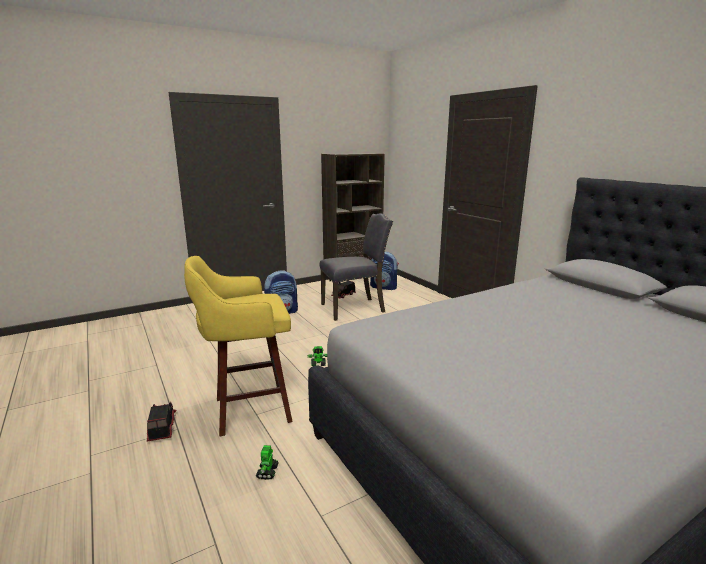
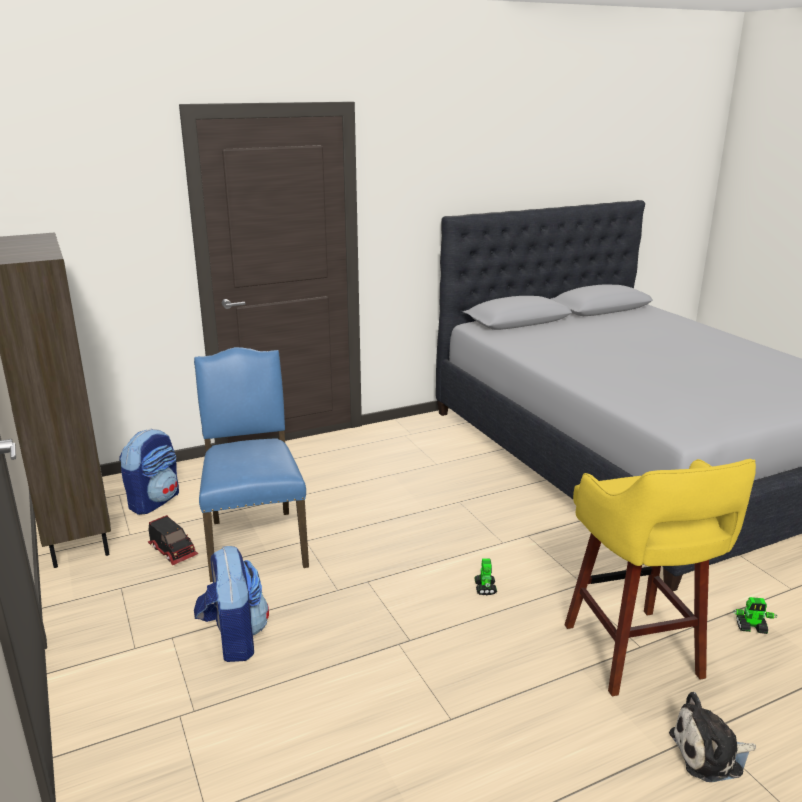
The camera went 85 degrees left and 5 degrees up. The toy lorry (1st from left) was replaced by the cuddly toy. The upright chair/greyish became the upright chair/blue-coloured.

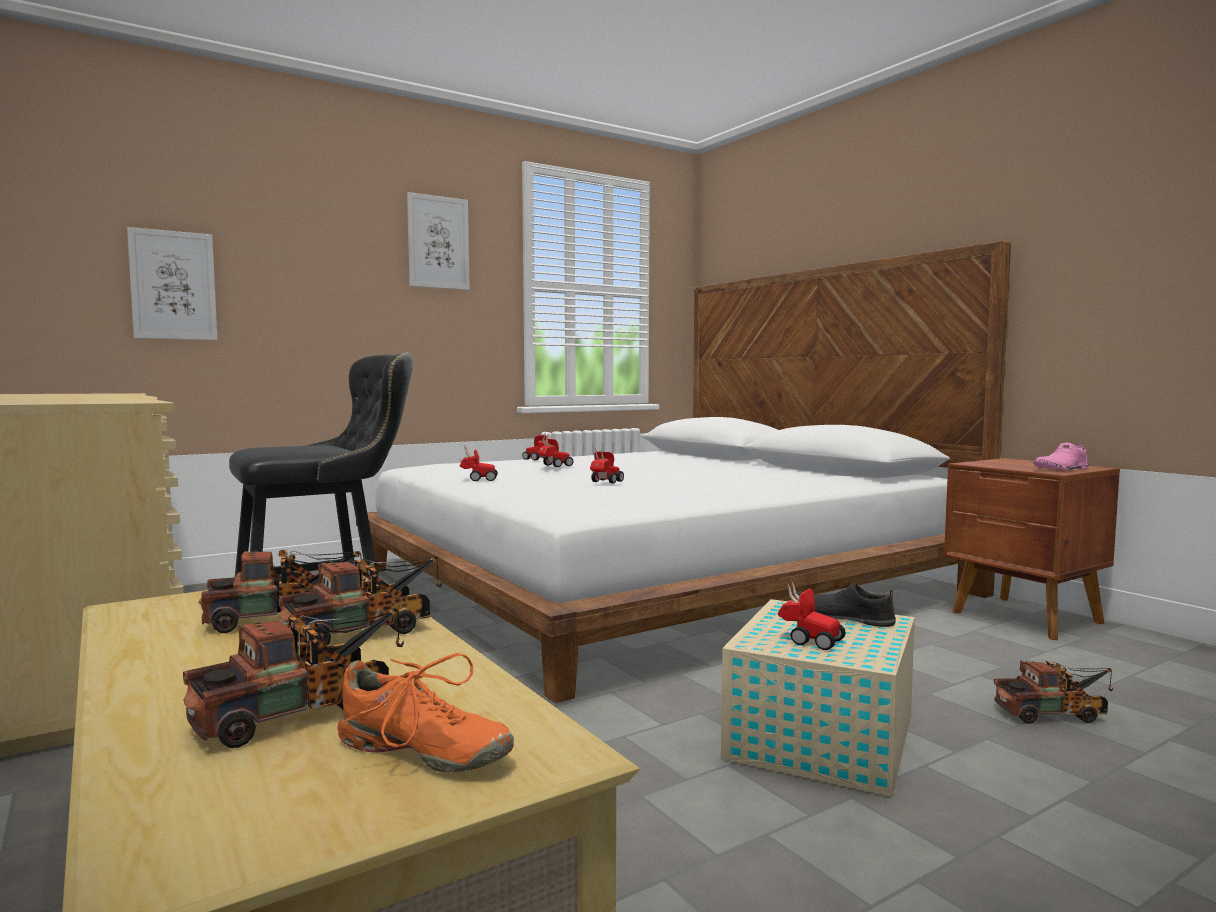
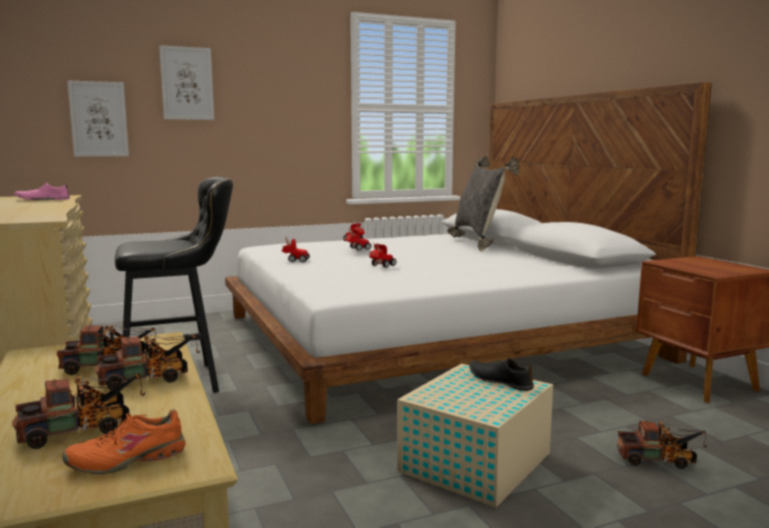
The camera went 10 degrees right and 5 degrees up. The item of footwear/orange-coloured turned 120 degrees clockwise. The wall art (2nd from left) moved. The model car (5th from left) disappeared. The item of footwear/pinkish moved. The throw pillow appeared.

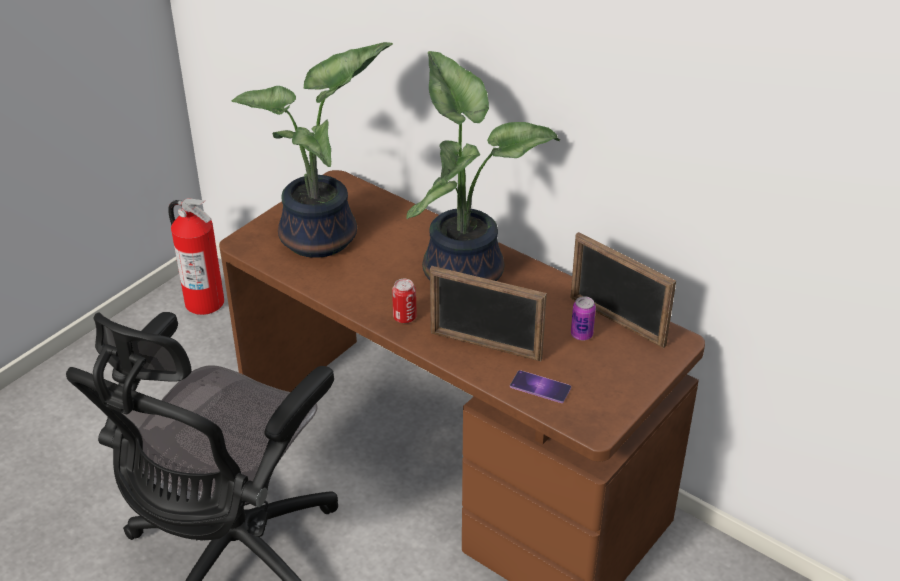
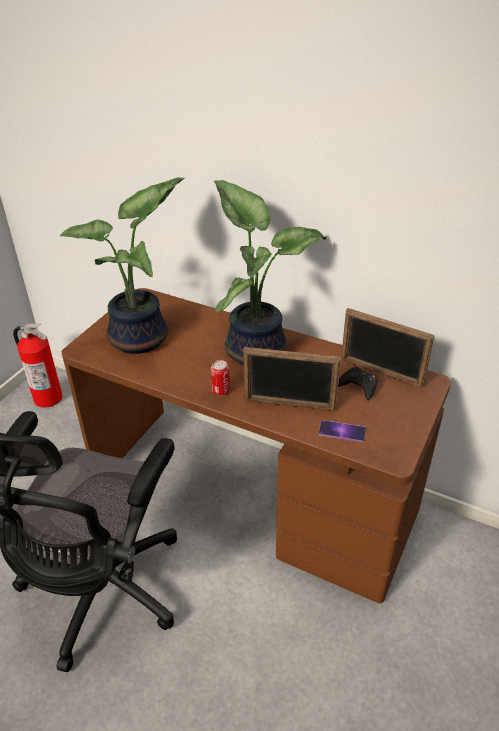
The camera went 10 degrees left and 0 degrees up. The can (2nd from left) was replaced by the game controller/black-coloured.

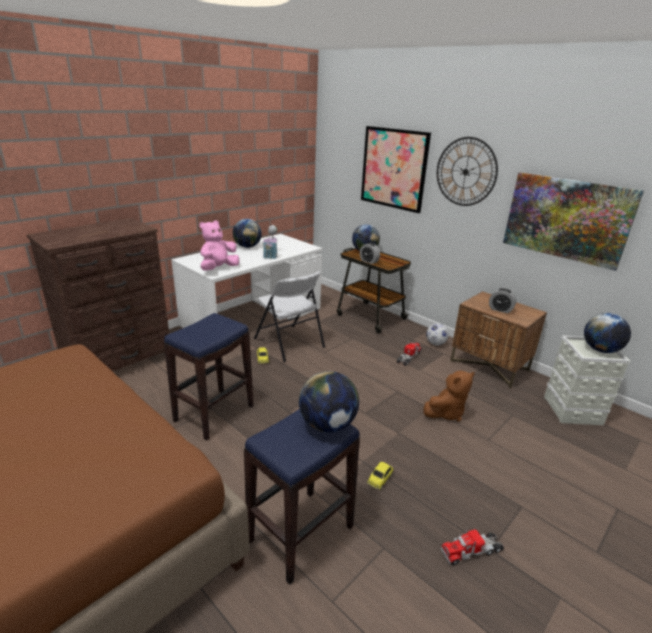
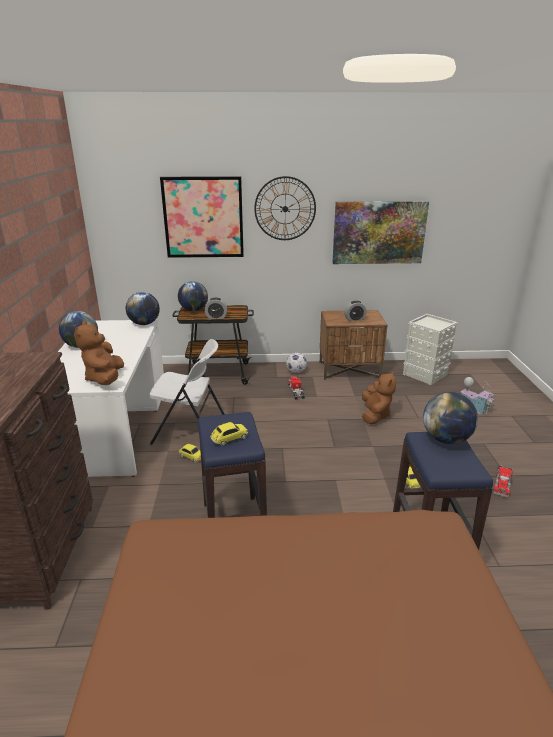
The camera went 45 degrees left and 0 degrees up. The cuddly toy/pinkish became the cuddly toy/brownish (1st from left). The model house moved. The desk globe (4th from left in the first image) moved. The model car (2nd from left) appeared.

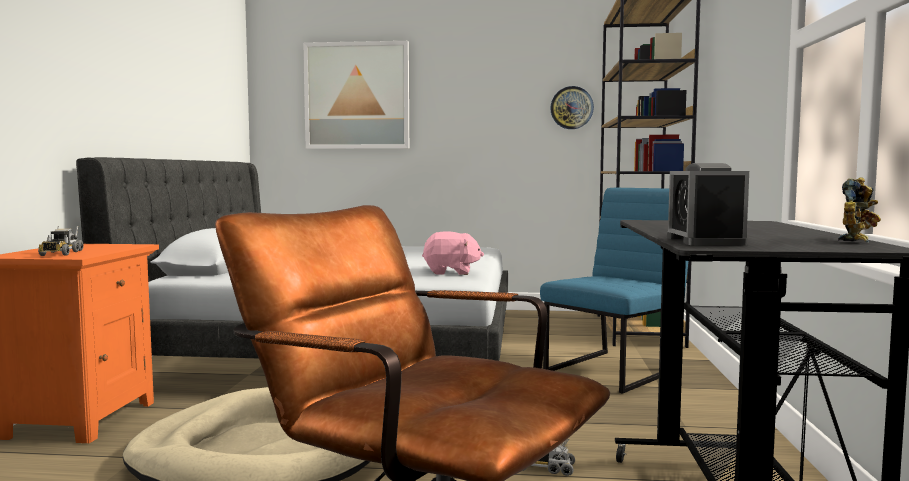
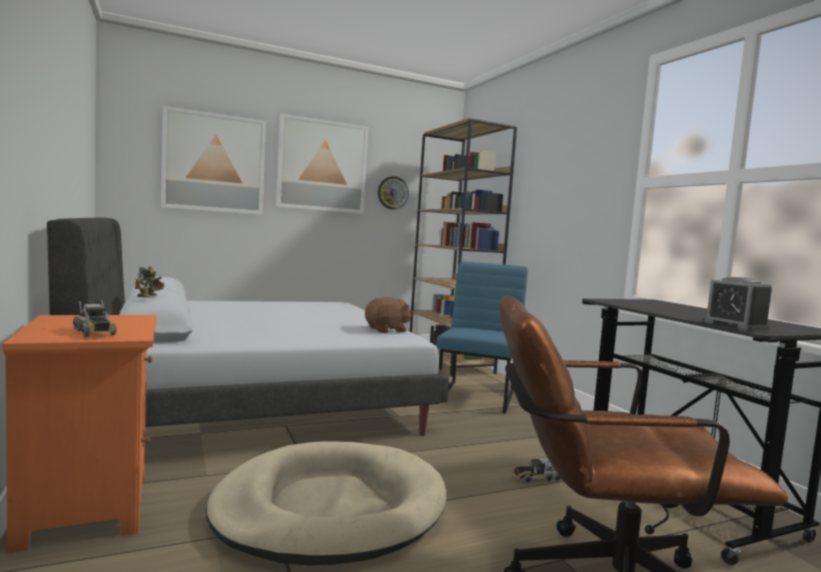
The camera went 30 degrees left and 0 degrees up. The cuddly toy/pinkish became the cuddly toy/brownish. The robot figure moved. The wall art (2nd from left) appeared.

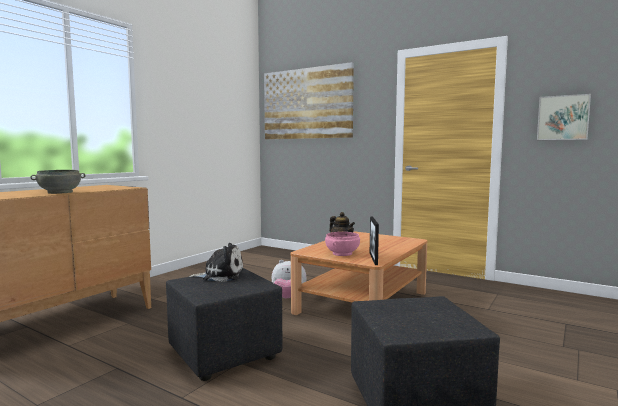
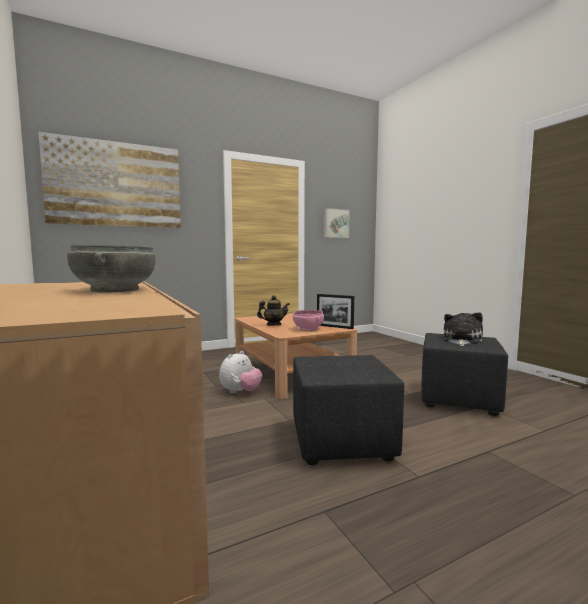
The camera went 60 degrees left and 0 degrees up. The cuddly toy (1st from left in the first image) moved.

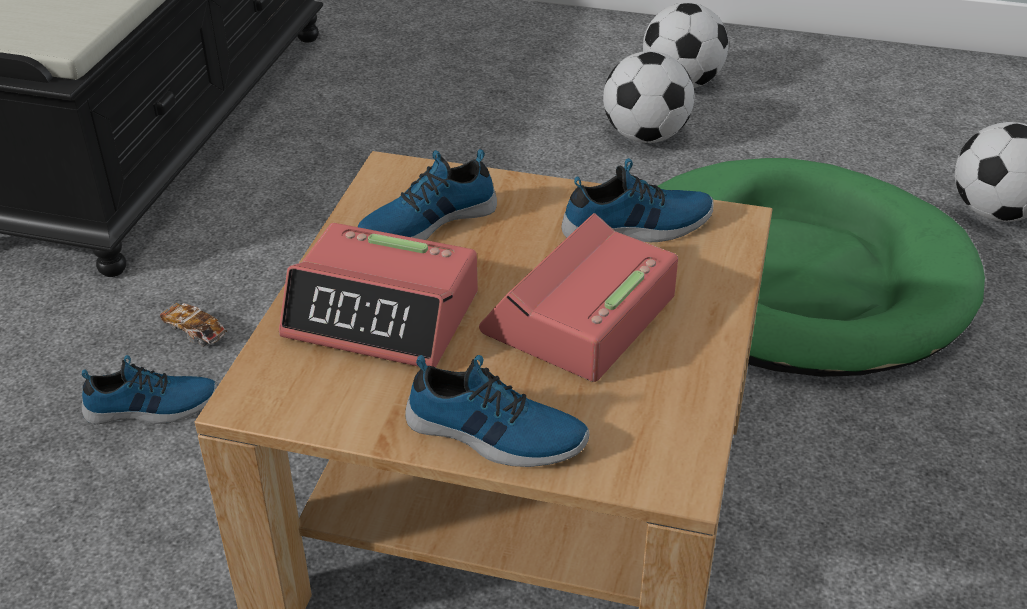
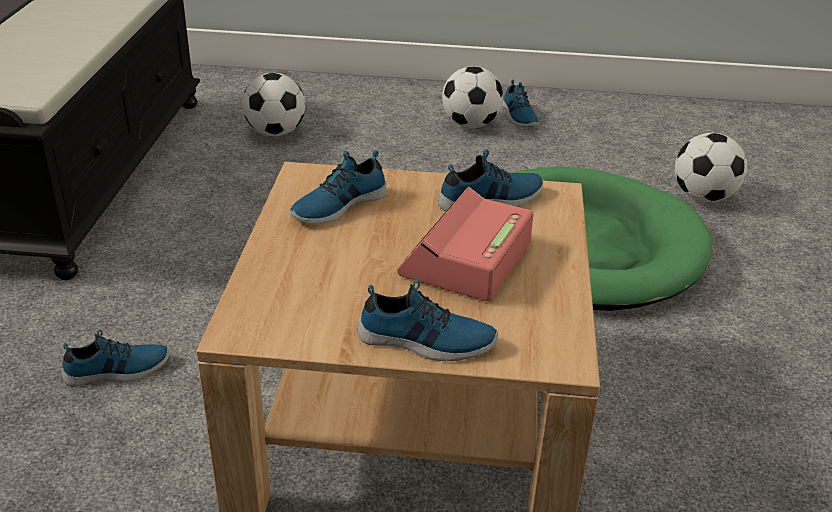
The camera went 10 degrees left and 5 degrees down. The model car disappeared. The table clock (1st from left) disappeared. The football (1st from left) moved. The item of footwear (5th from left) appeared.

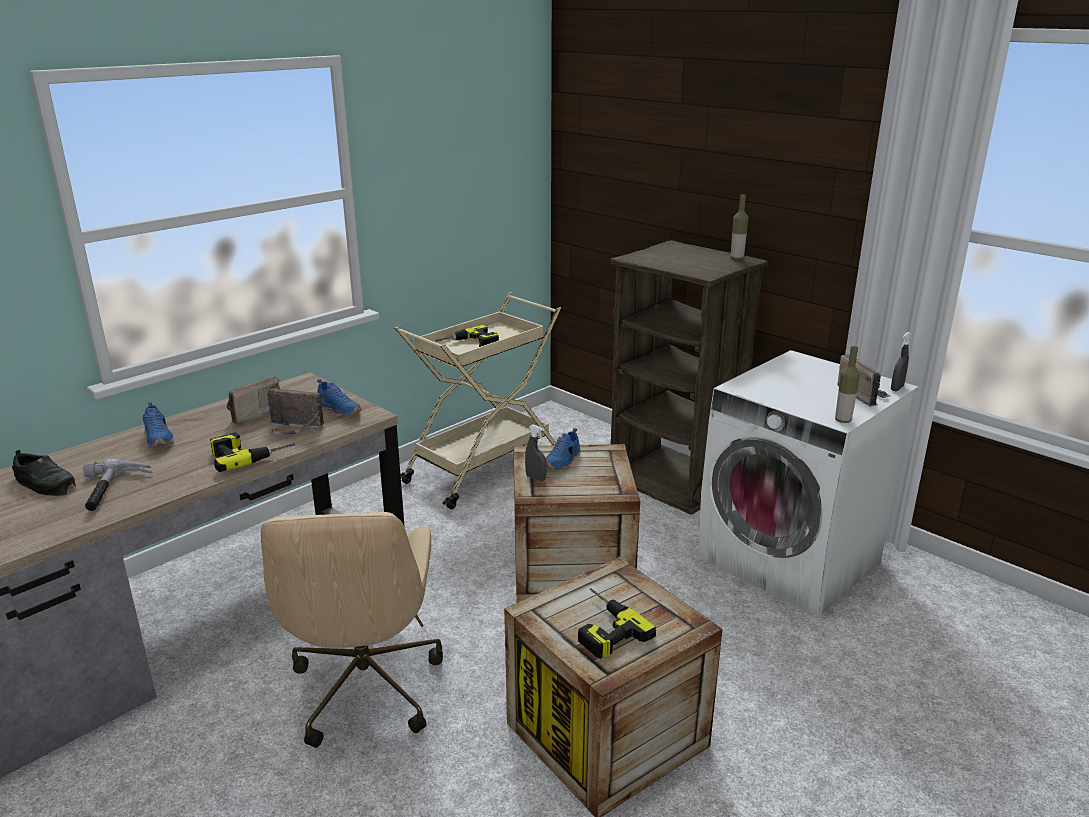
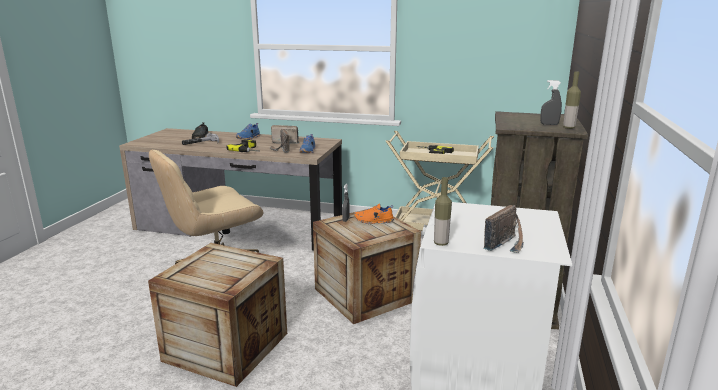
The camera went 60 degrees right and 5 degrees down. The item of footwear/blue-coloured (3rd from left) became the item of footwear/orange-coloured. The drill (3rd from left) disappeared. The sprayer/greyish (2nd from left) moved.

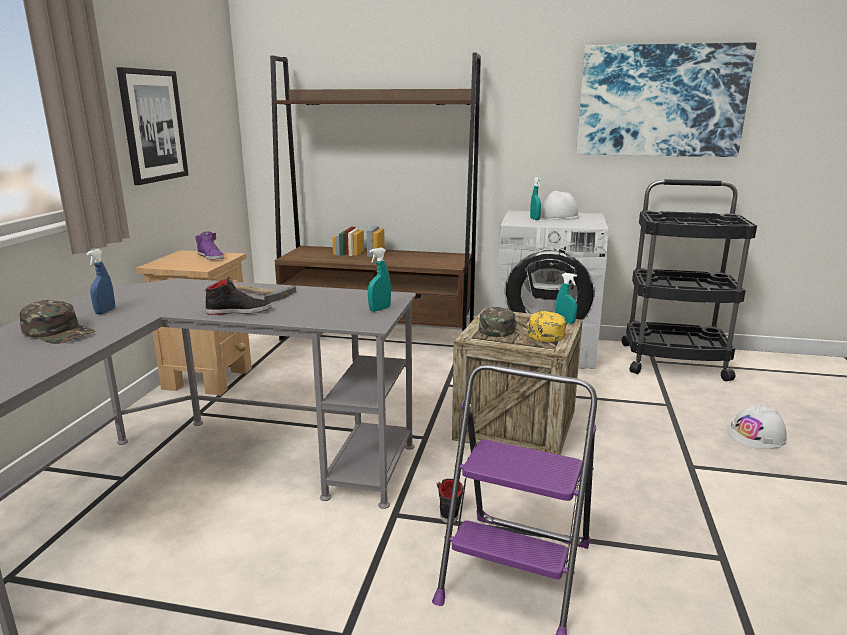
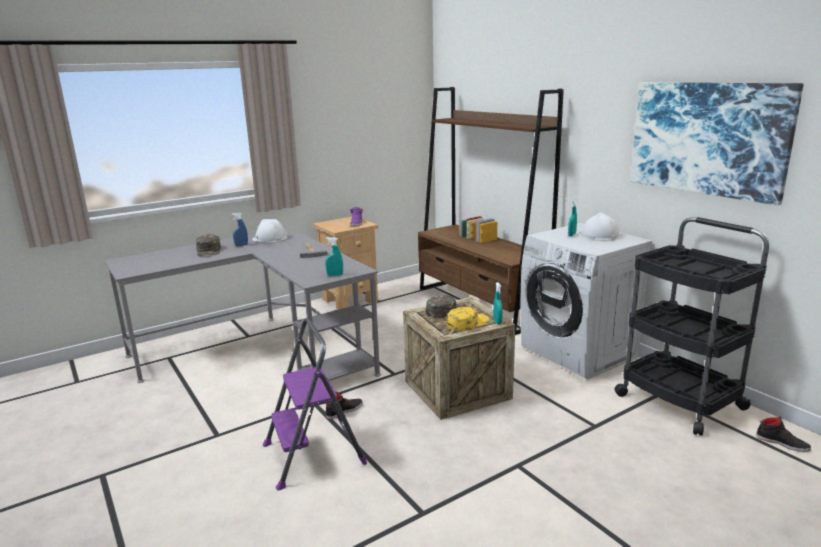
The camera went 45 degrees right and 0 degrees up. The wall art (1st from left) disappeared. The item of footwear/black-coloured (1st from left in the first image) moved. The hard hat/whitish (2nd from left in the first image) moved.

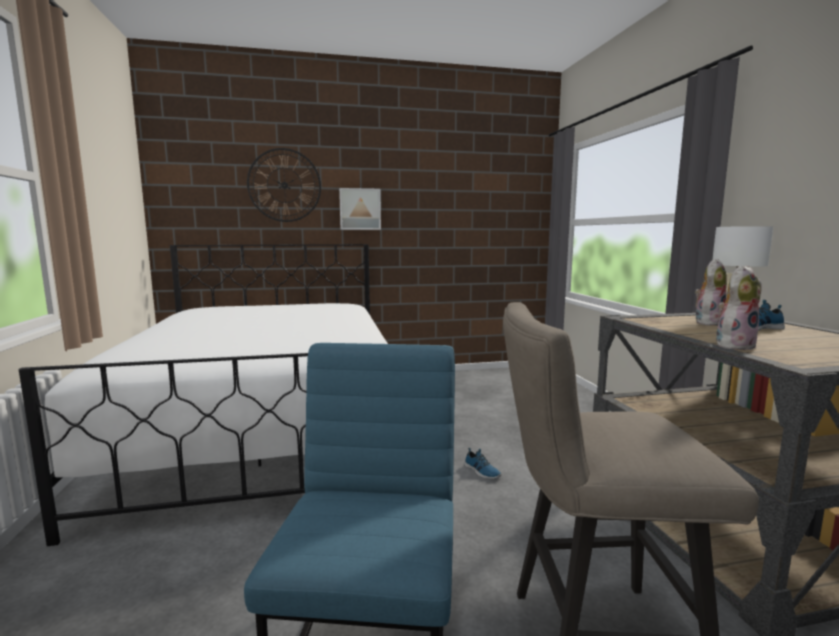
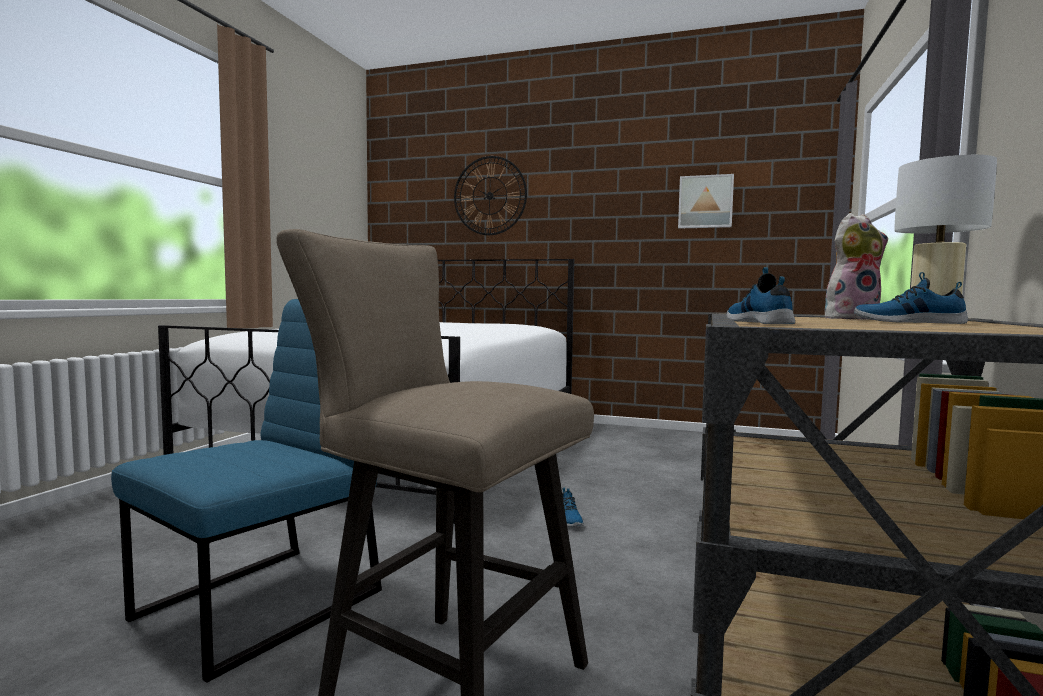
The camera went 30 degrees right and 5 degrees down. The wall art moved. The cuddly toy (2nd from left) was replaced by the item of footwear (2nd from left).

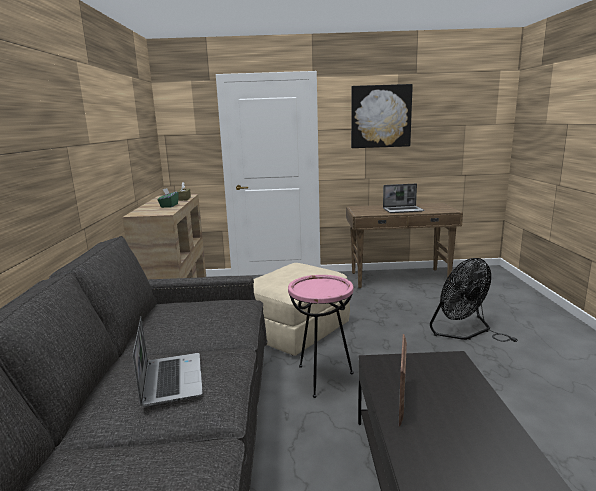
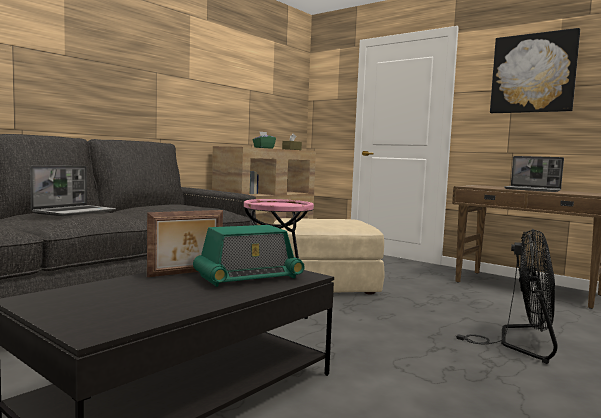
The camera went 40 degrees right and 10 degrees down. The electric fan/black-coloured turned 105 degrees clockwise. The radio appeared.

